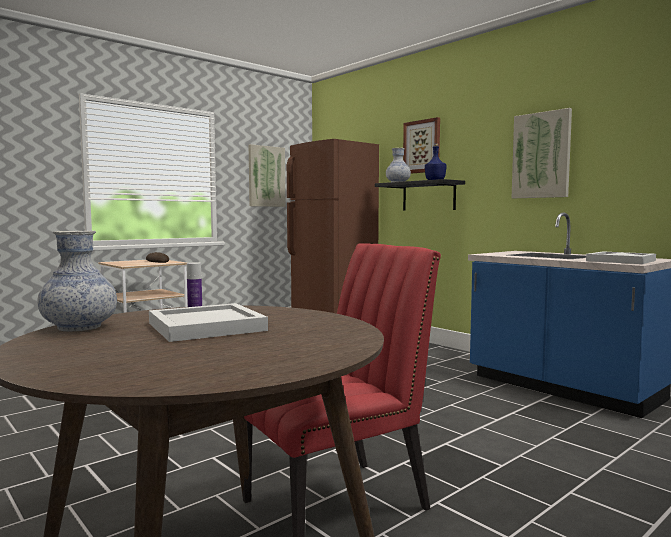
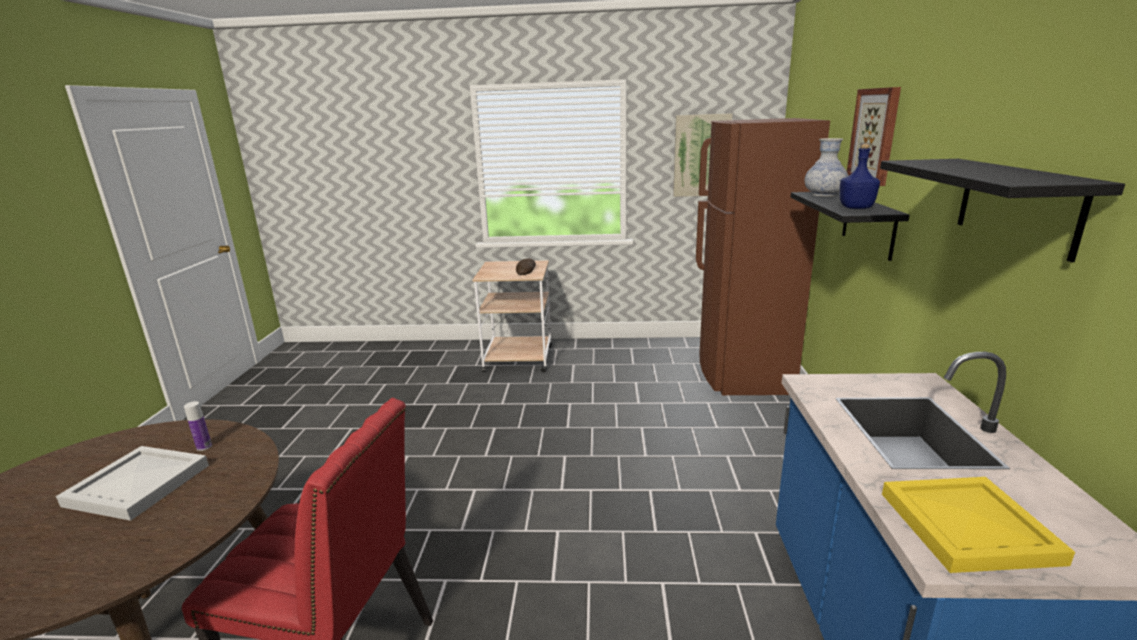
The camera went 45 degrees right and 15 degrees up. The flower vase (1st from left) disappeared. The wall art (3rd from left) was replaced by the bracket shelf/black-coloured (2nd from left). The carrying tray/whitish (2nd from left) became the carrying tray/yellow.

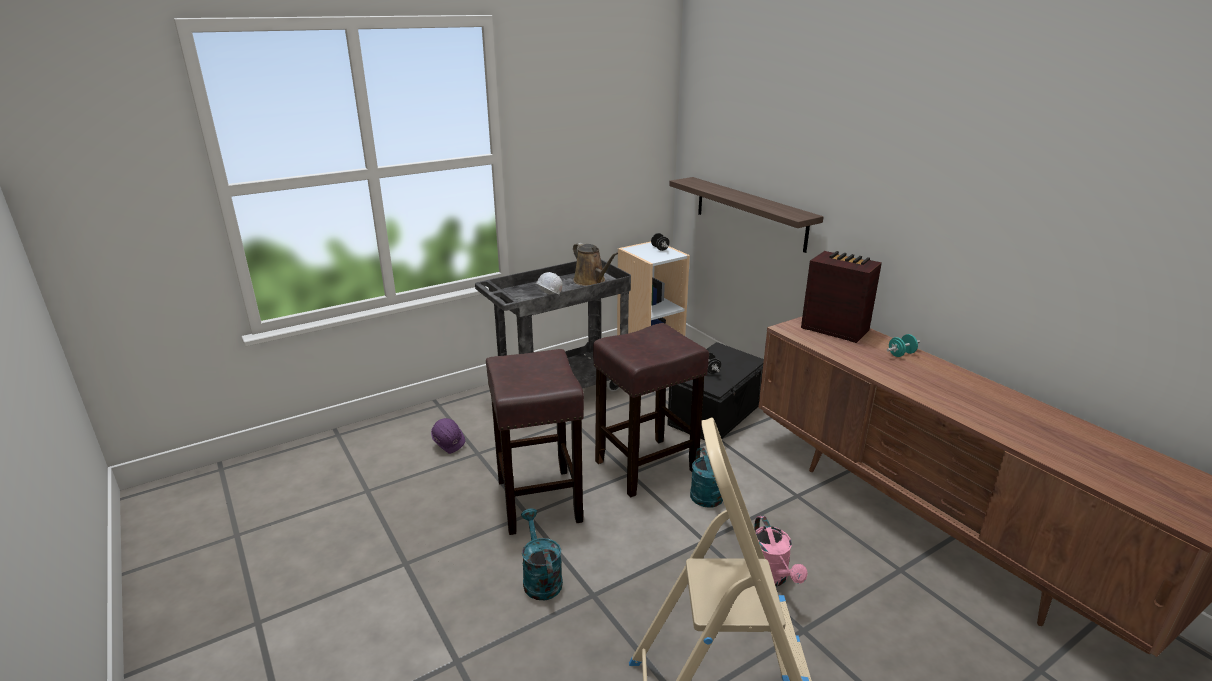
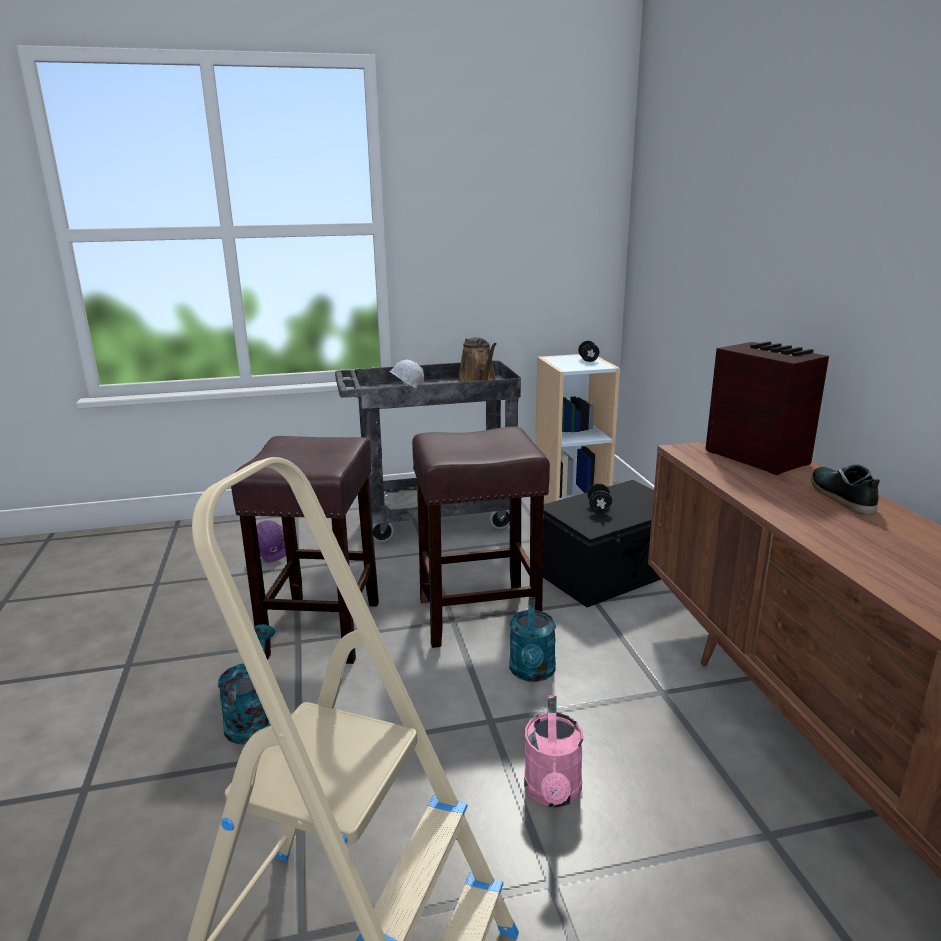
The camera went 20 degrees right and 5 degrees down. The bracket shelf disappeared. The free weight/blue-green was replaced by the item of footwear.

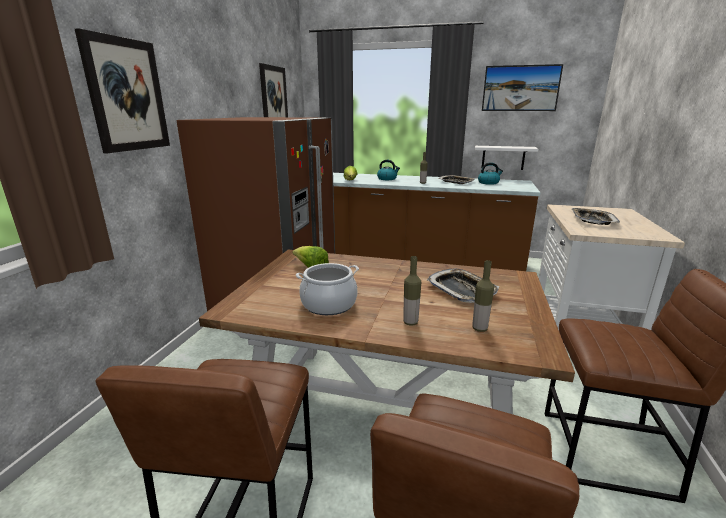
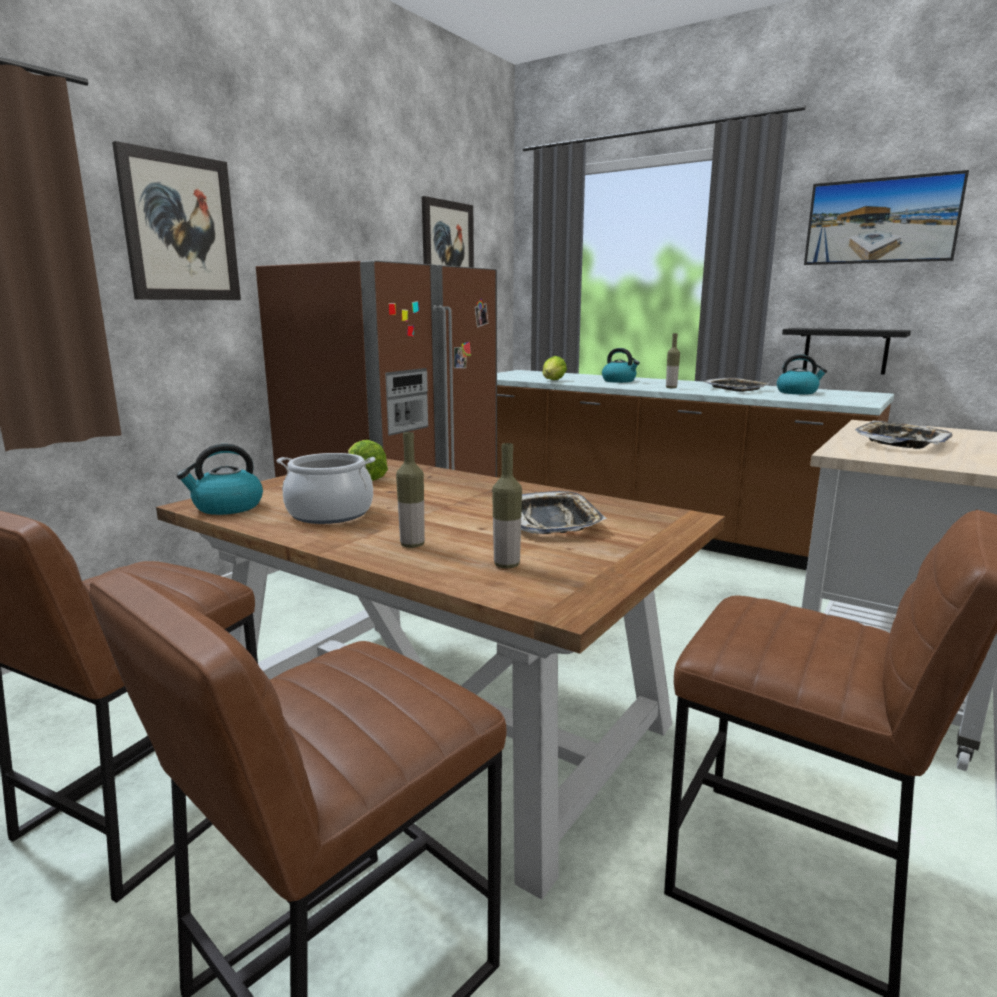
The camera went 20 degrees right and 5 degrees down. The bracket shelf/whitish became the bracket shelf/black-coloured. The tea kettle (1st from left) appeared.

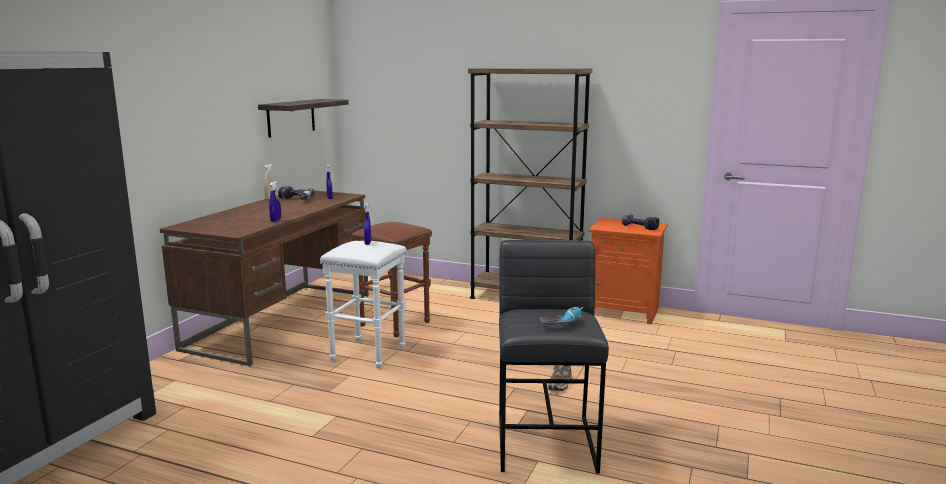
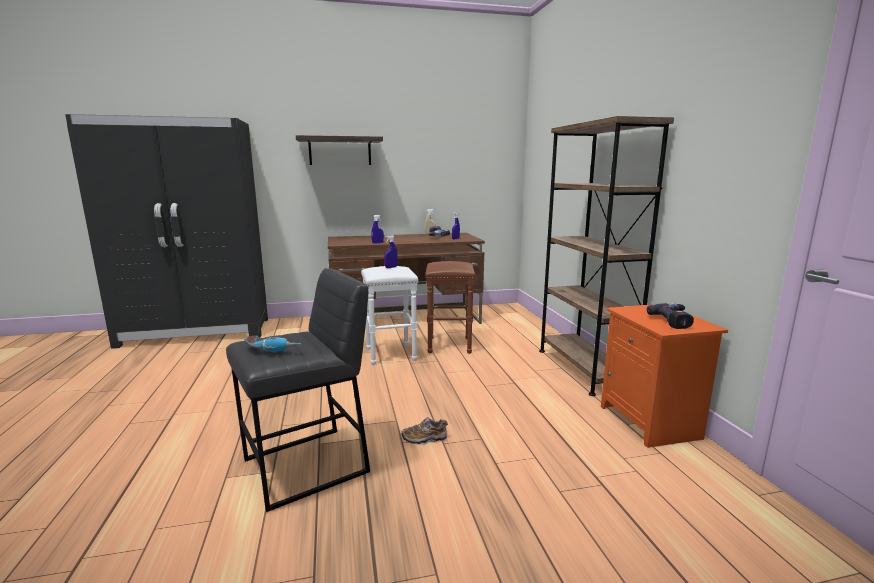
The camera went 55 degrees right and 0 degrees up. The bracket shelf moved.

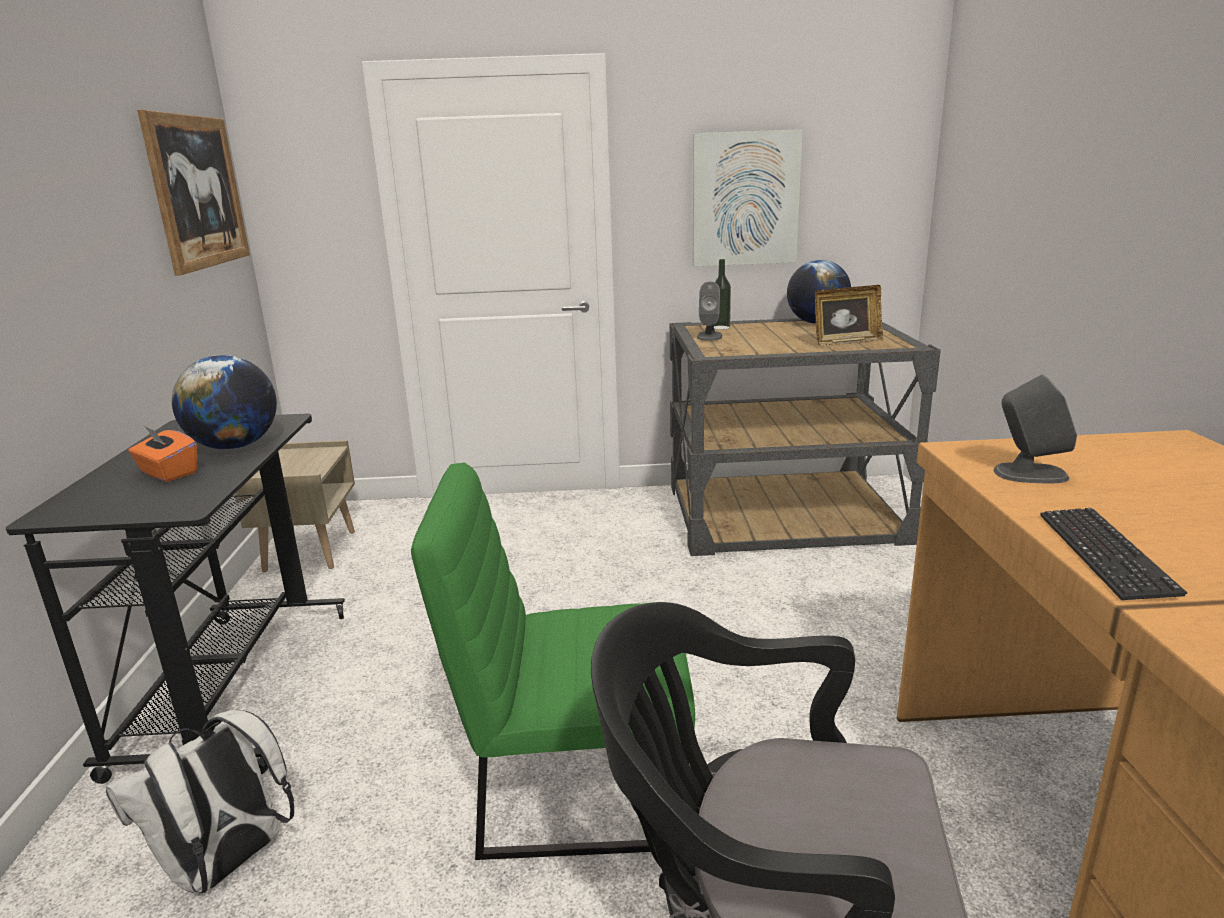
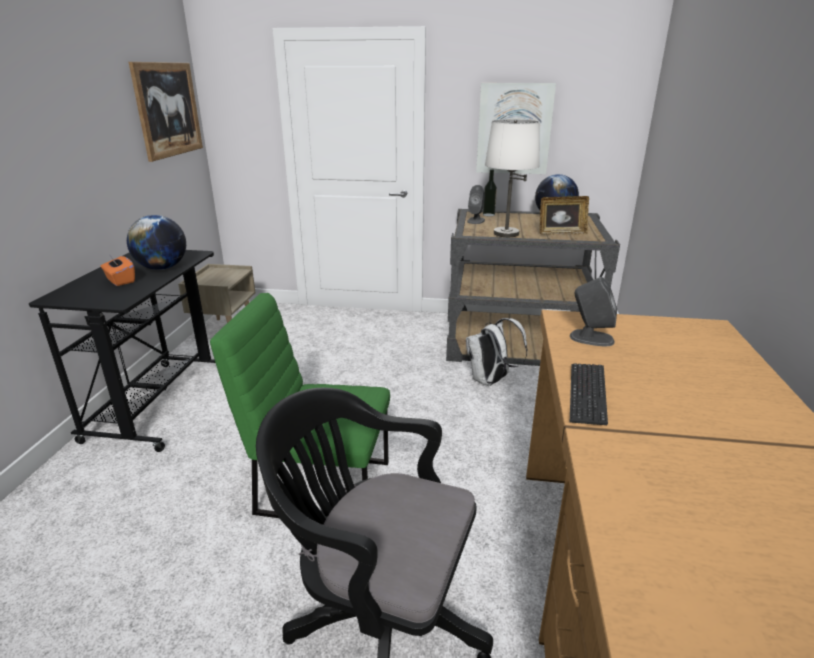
The camera went 10 degrees right and 5 degrees up. The backpack/whitish moved. The lamp for a table/whitish appeared.

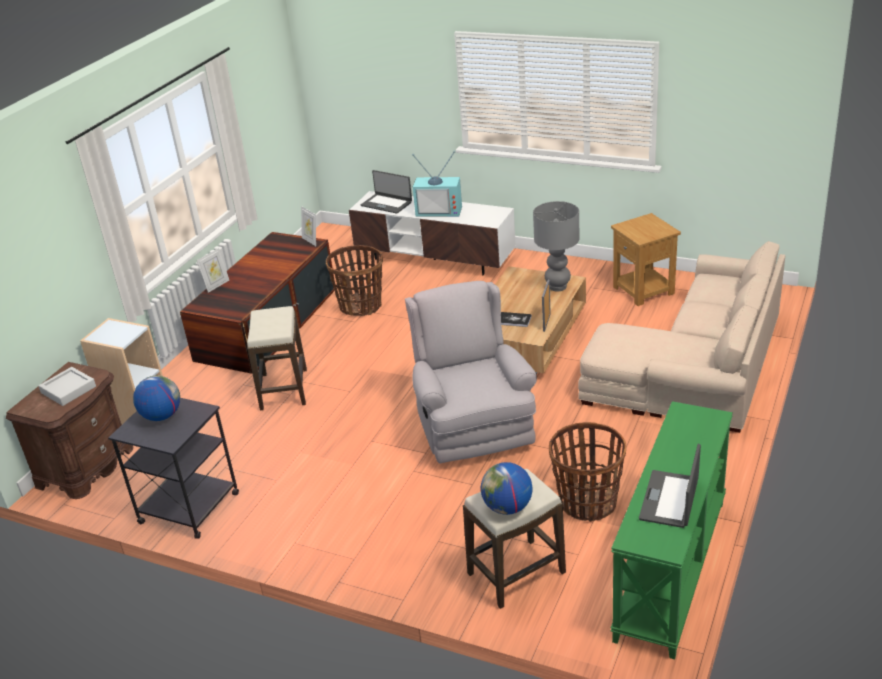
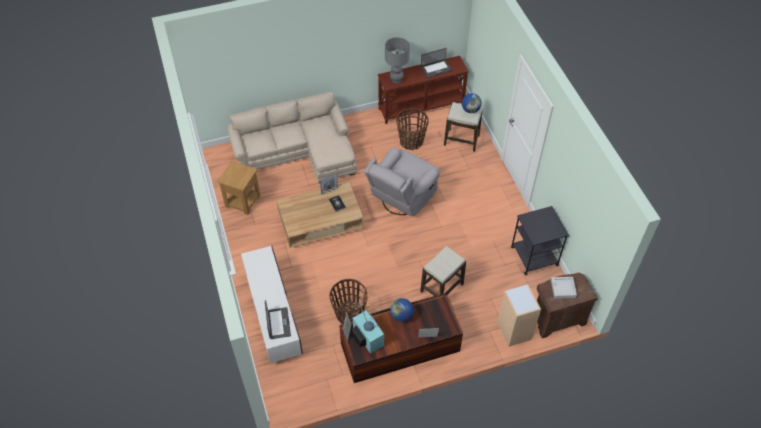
The camera went 135 degrees left and 20 degrees up. The desk globe (1st from left) moved. The TV moved. The lamp for a table/greyish moved. The hall table/green-coloured became the hall table/brownish.

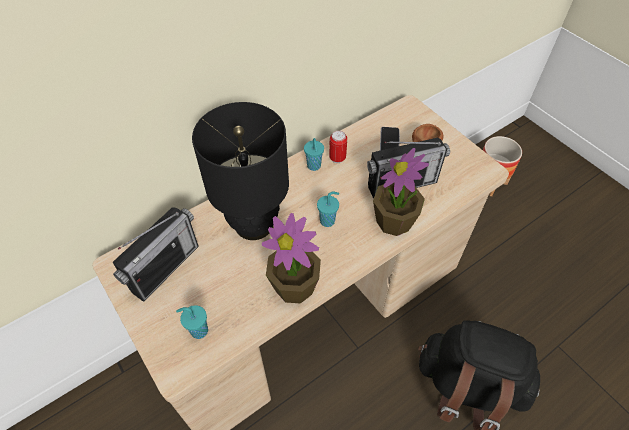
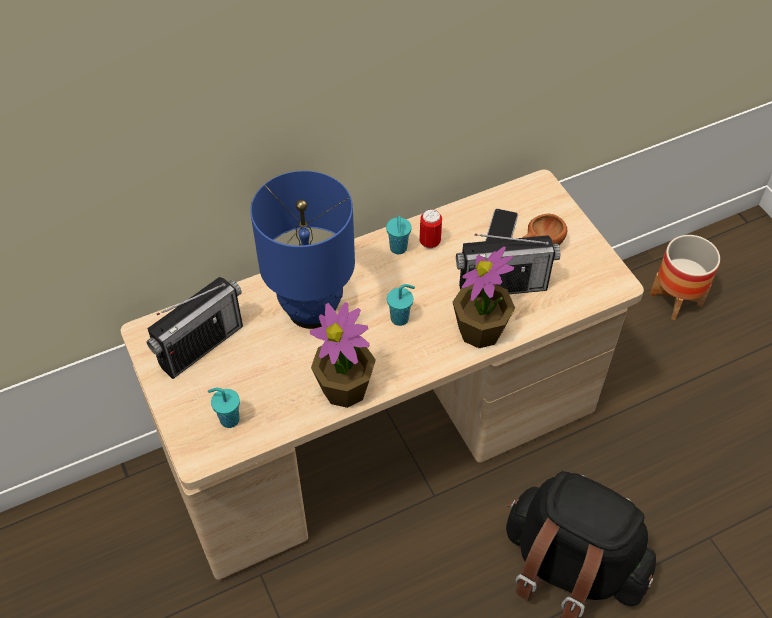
The camera went 10 degrees right and 0 degrees up. The lamp for a table/black-coloured became the lamp for a table/blue-coloured.

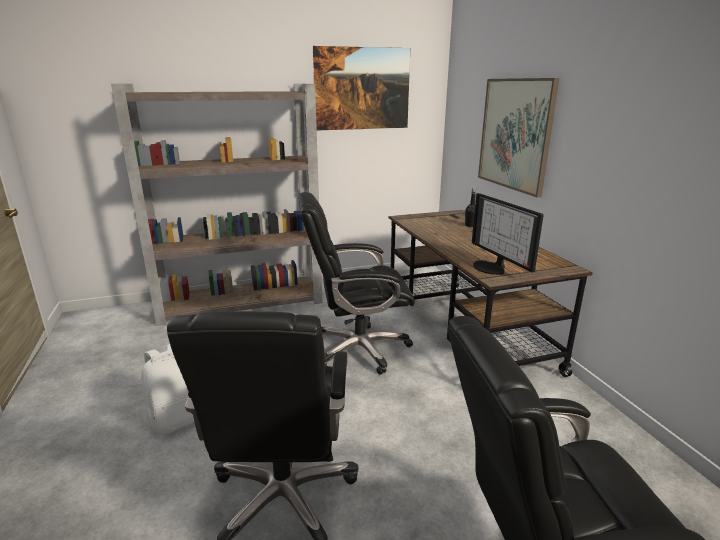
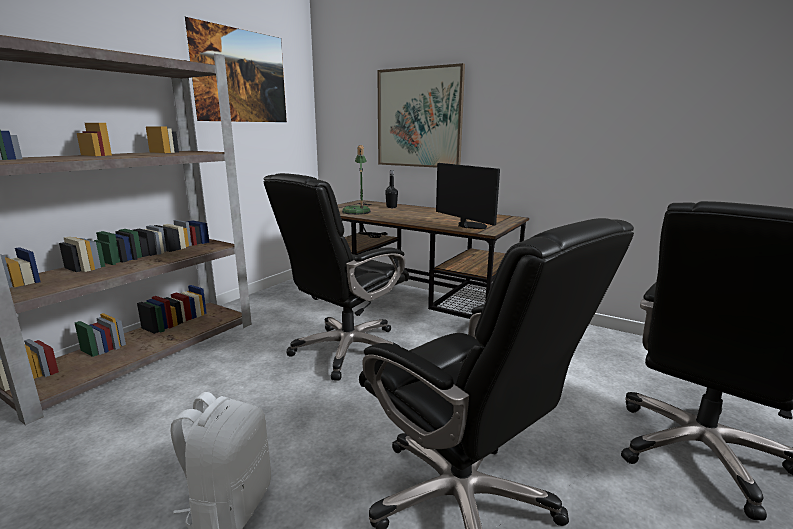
The camera went 40 degrees left and 5 degrees down. The monitor turned 150 degrees counterclockwise. The lamp for a table appeared.

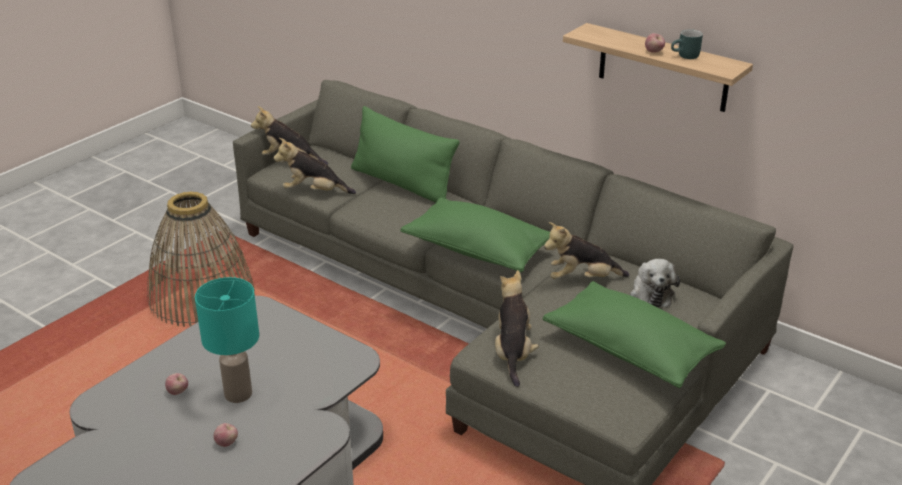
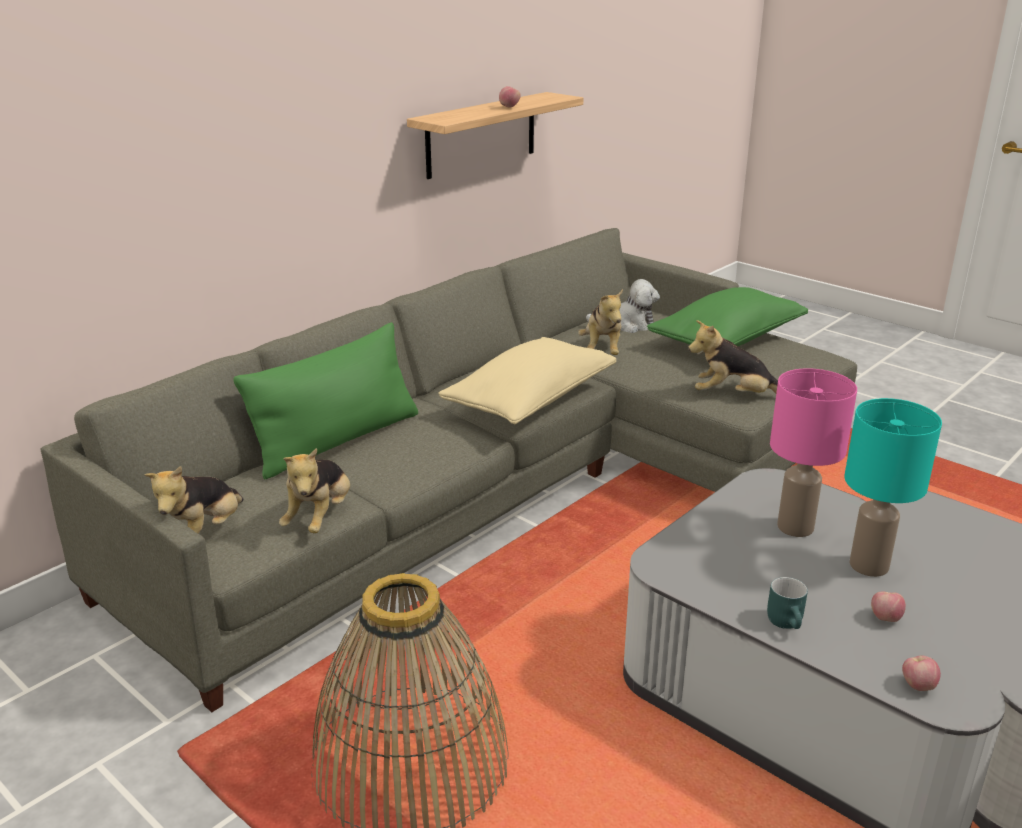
The camera went 85 degrees left and 5 degrees down. The whole apple (2nd from left in the first image) moved. The throw pillow/green-coloured (2nd from left) became the throw pillow/beige-coloured. The tea mug/blue-green moved. The lamp for a table/pinkish appeared.

